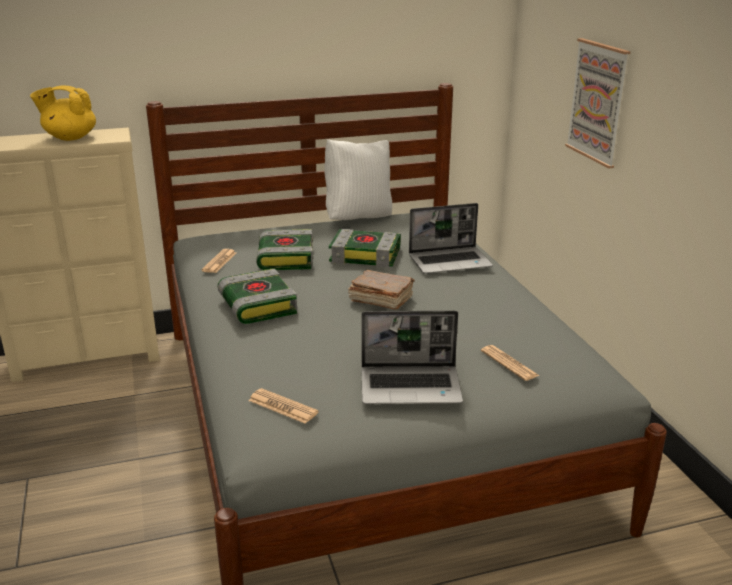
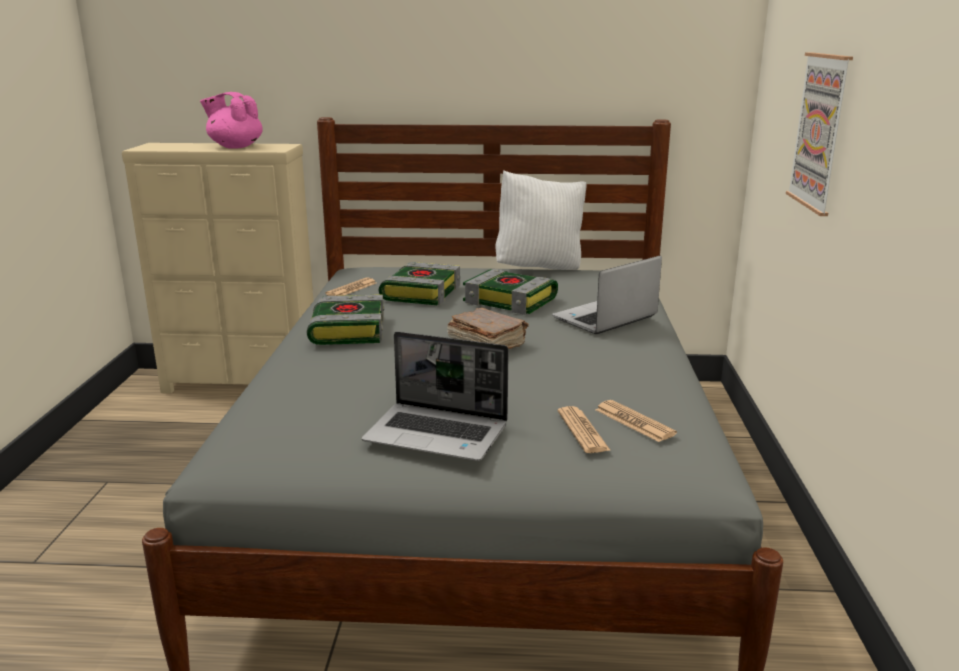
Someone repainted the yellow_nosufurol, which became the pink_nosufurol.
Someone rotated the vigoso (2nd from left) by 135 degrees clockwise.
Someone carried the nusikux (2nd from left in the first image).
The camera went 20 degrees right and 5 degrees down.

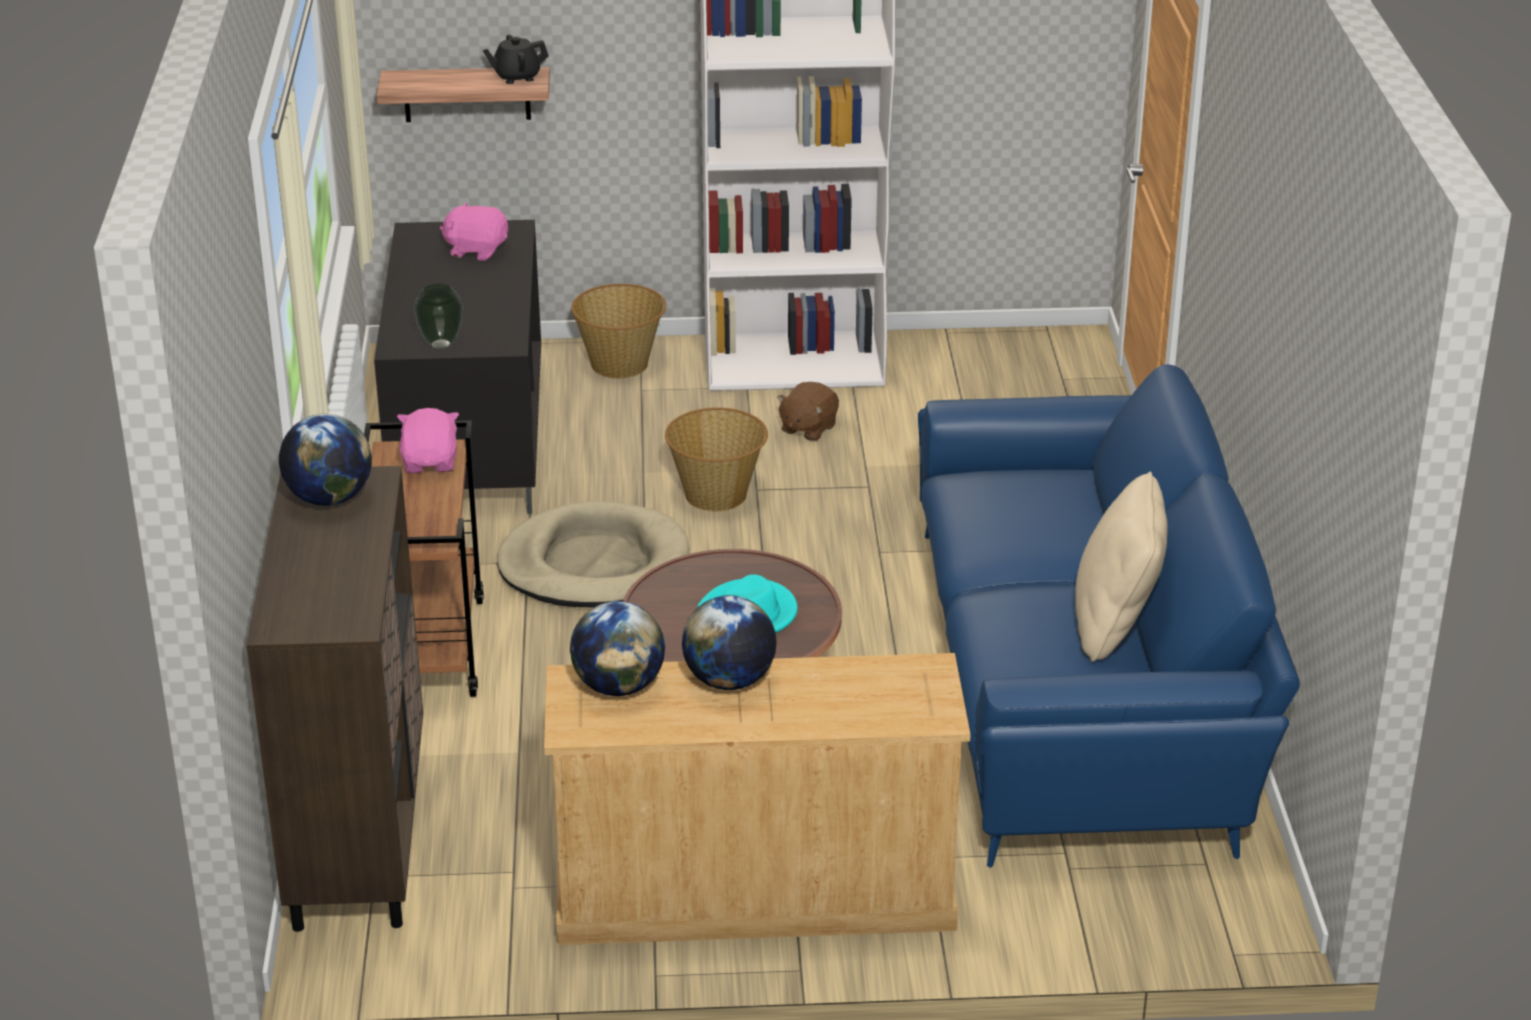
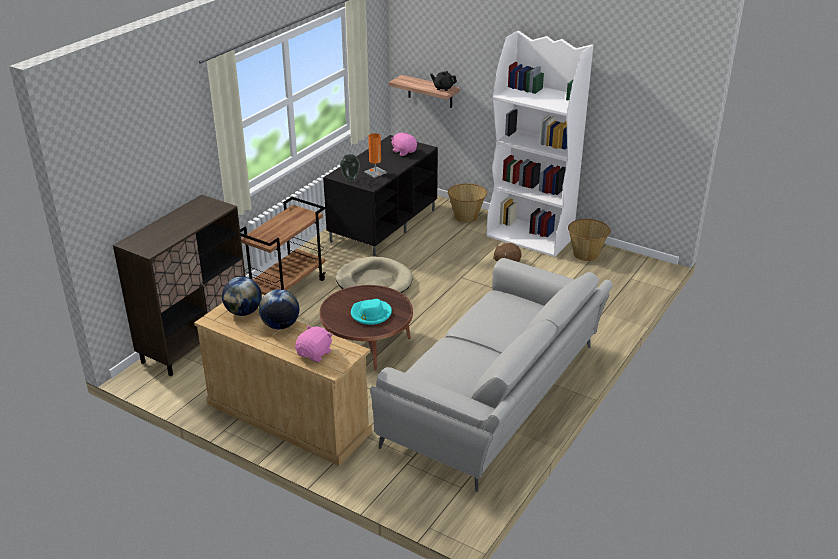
Someone repainted the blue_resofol, which became the grey_resofol.
Someone carried the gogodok (2nd from left).
Someone carried the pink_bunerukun (1st from left).
Someone took away the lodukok (1st from left).
Someone took away the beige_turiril.
Someone put down the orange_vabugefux.
The camera went 35 degrees right and 0 degrees up.

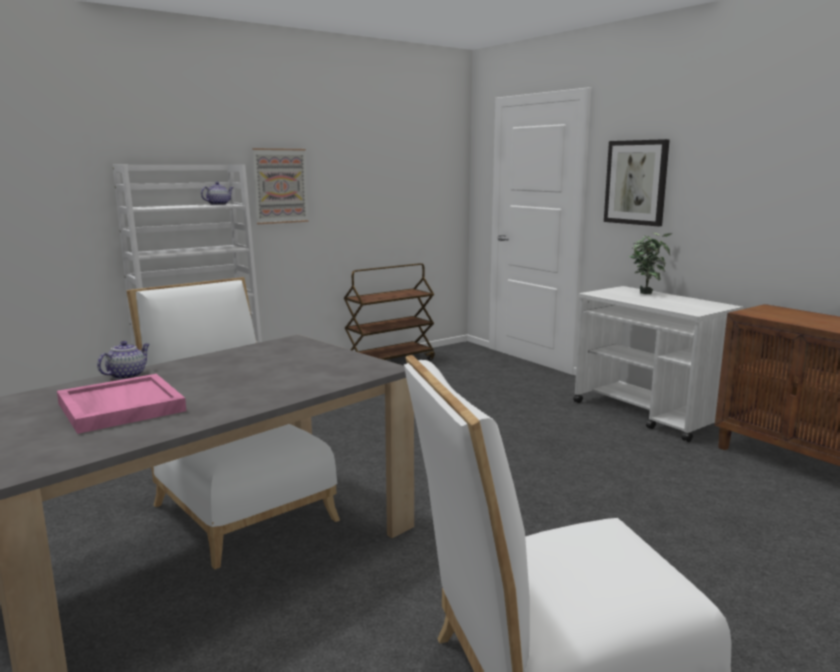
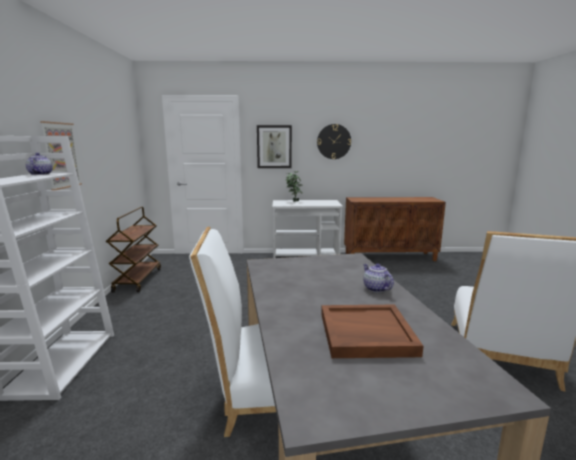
Someone carried the nosufurol (1st from left in the first image).
Someone repainted the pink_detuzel, which became the brown_detuzel.
Someone put up the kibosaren.
The camera went 55 degrees left and 0 degrees up.

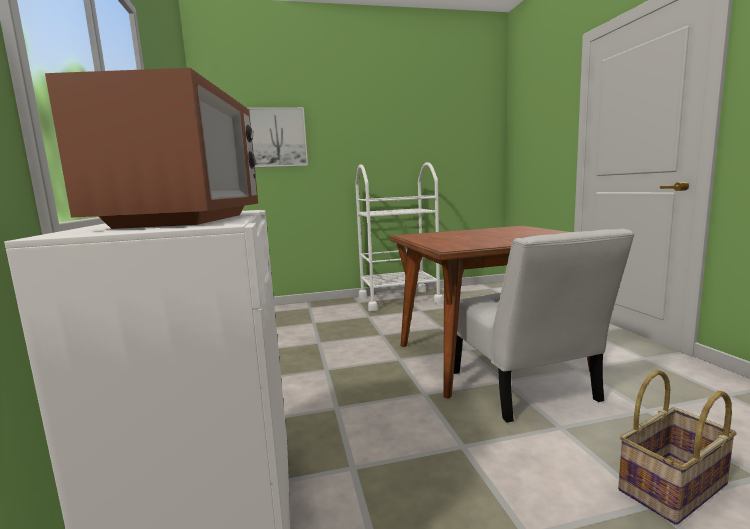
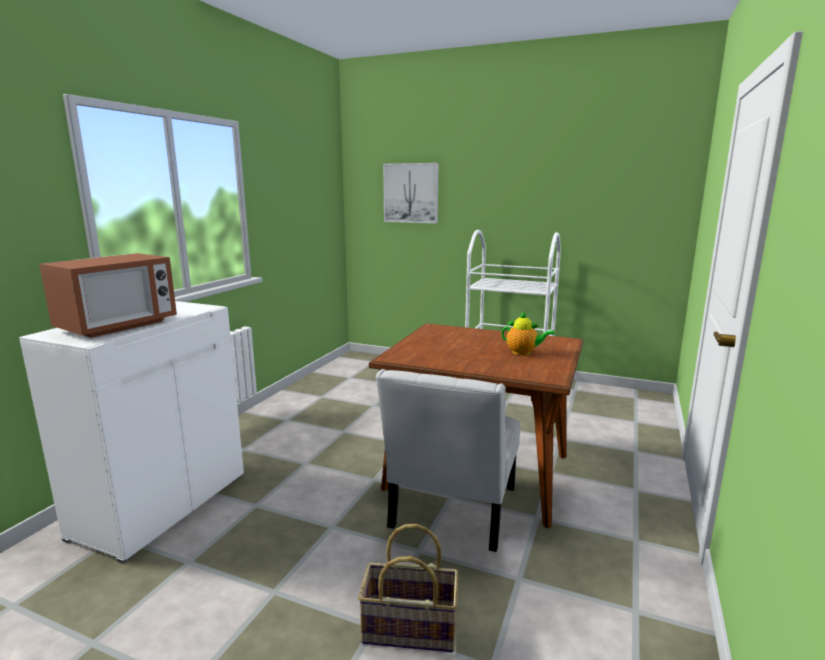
Someone put down the nosufurol.
The camera went 35 degrees right and 5 degrees up.

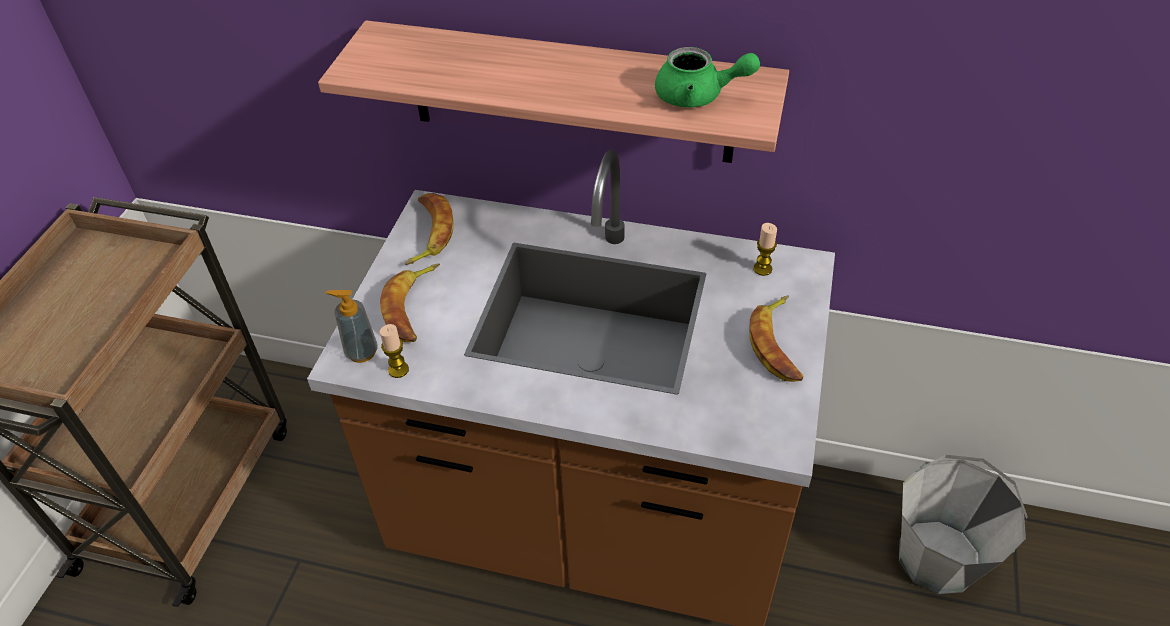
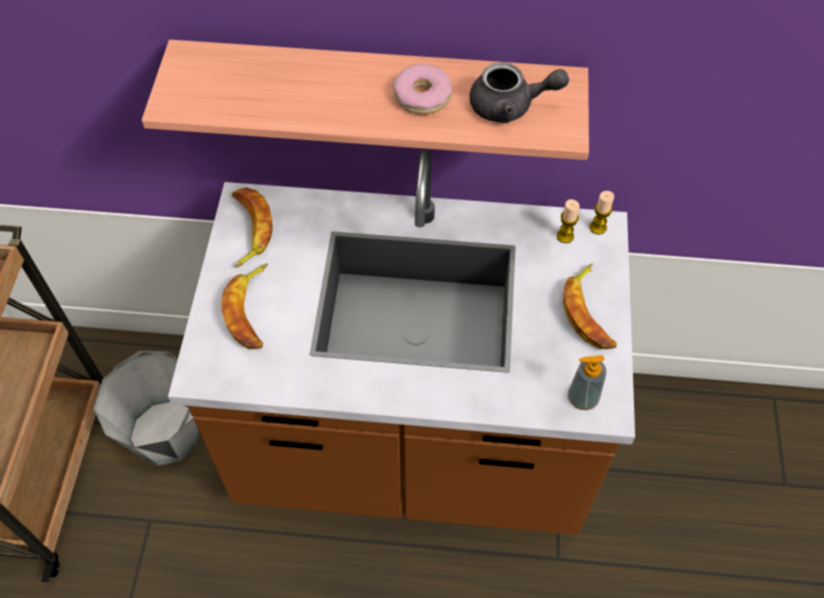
Someone repainted the green_nosufurol, which became the grey_nosufurol.
Someone carried the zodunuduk.
Someone carried the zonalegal (1st from left in the first image).
Someone carried the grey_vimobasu.
Someone put down the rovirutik.
The camera went 10 degrees left and 10 degrees up.

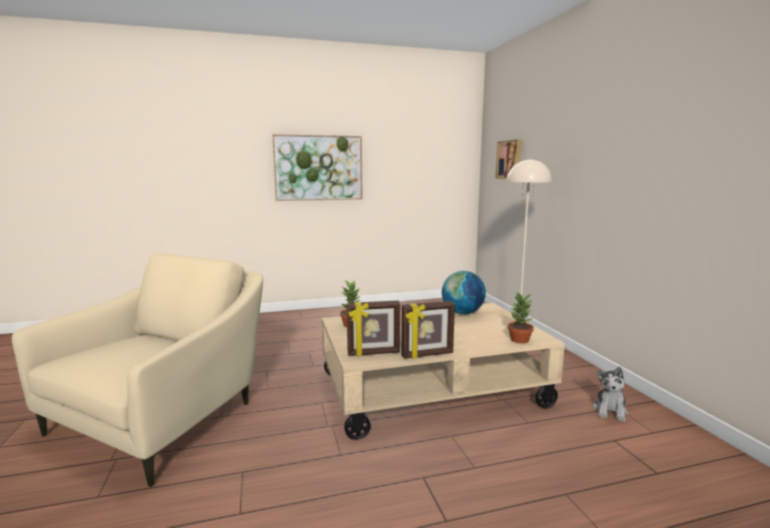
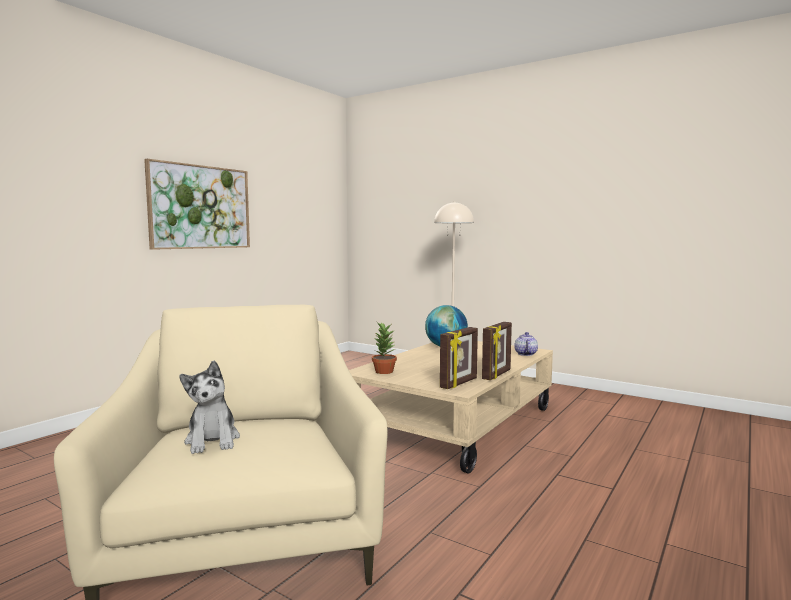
Someone took away the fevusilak (2nd from left).
Someone swapped the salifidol (2nd from left) for the nosufurol.
Someone carried the bunerukun.
The camera went 40 degrees left and 5 degrees down.

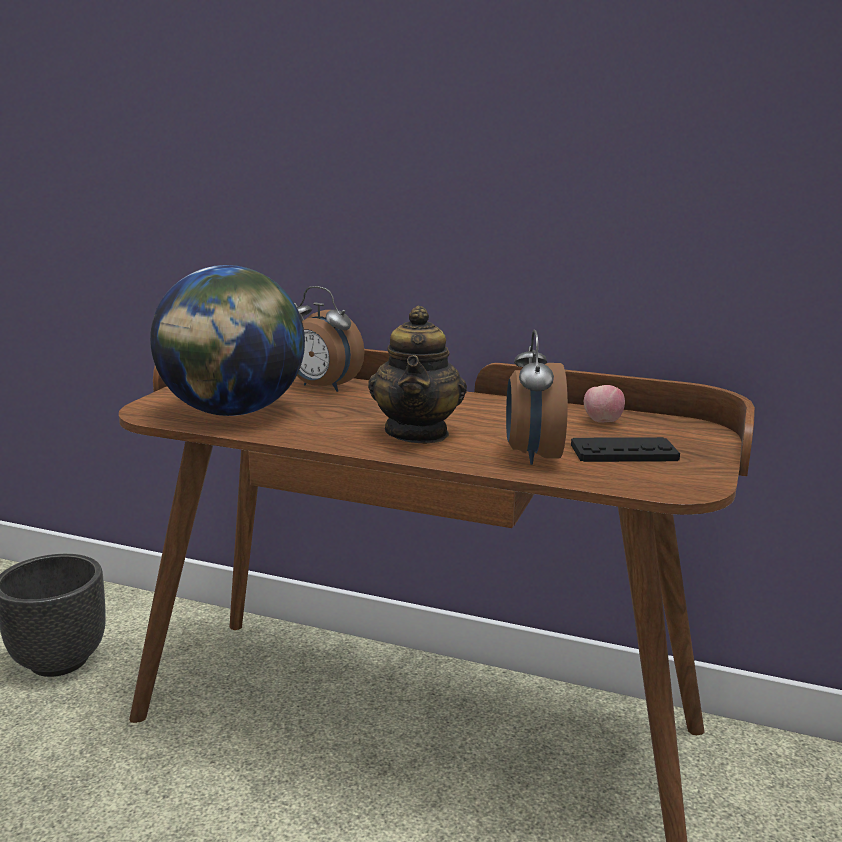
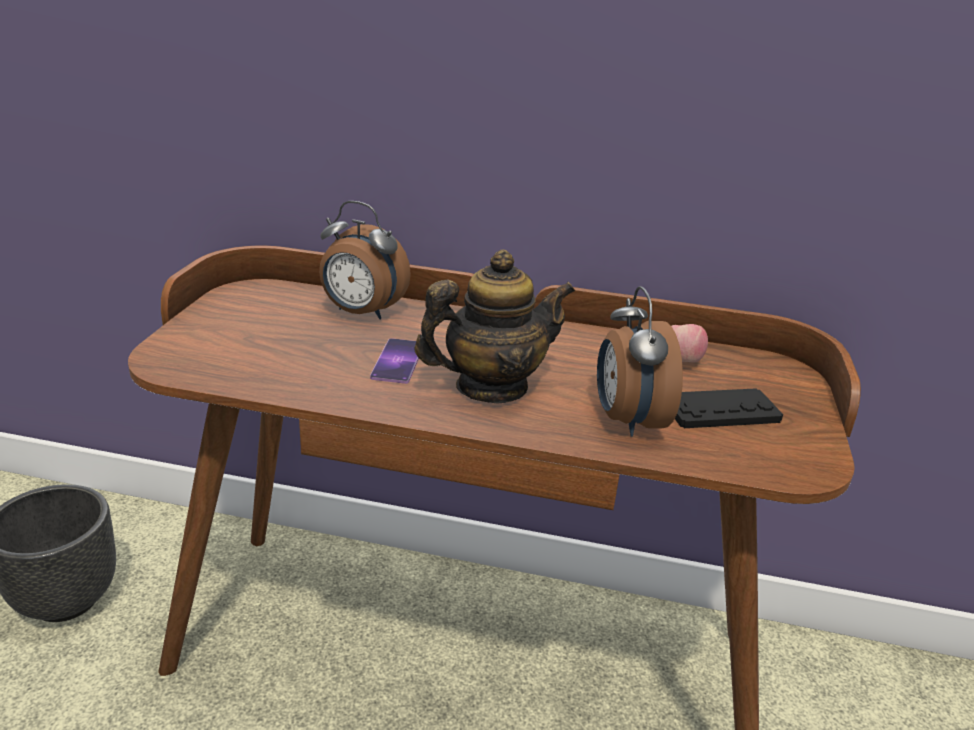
Someone took away the lodukok.
Someone rotated the nosufurol by 105 degrees counterclockwise.
Someone put down the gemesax.
The camera went 10 degrees left and 10 degrees up.

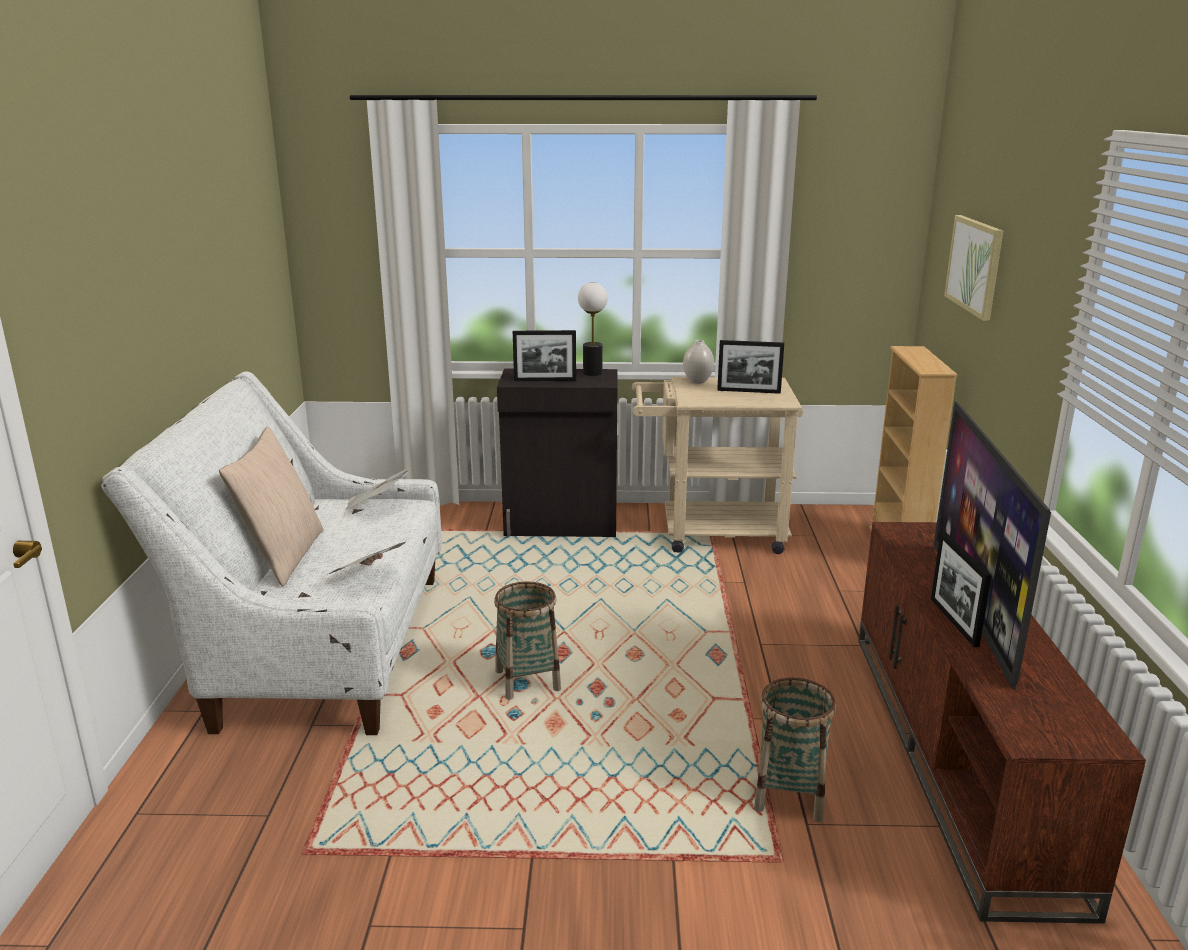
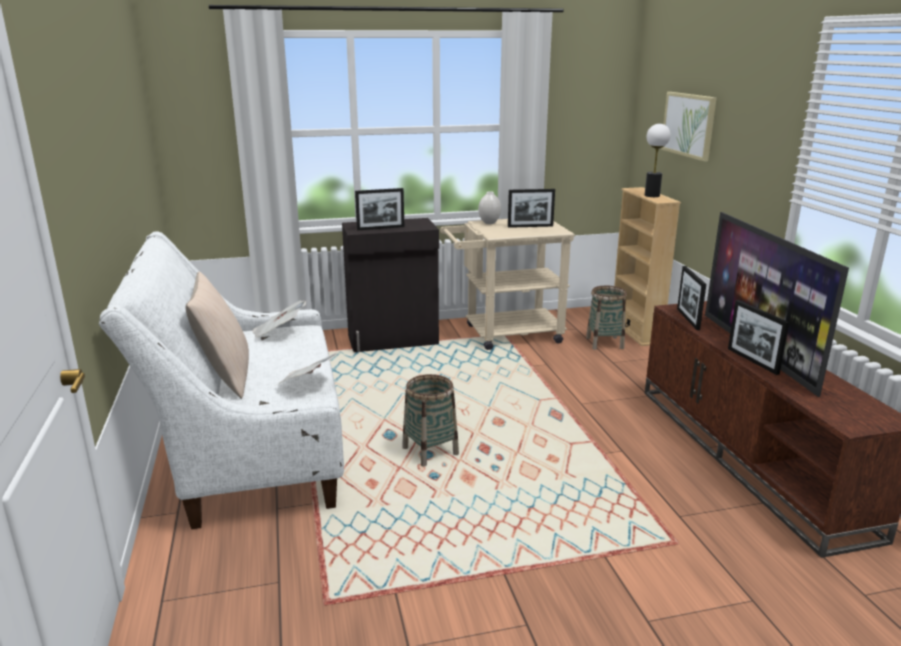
Someone carried the vabugefux.
Someone carried the gogodok (2nd from left).
Someone put down the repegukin (3rd from left).
The camera went 15 degrees left and 0 degrees up.

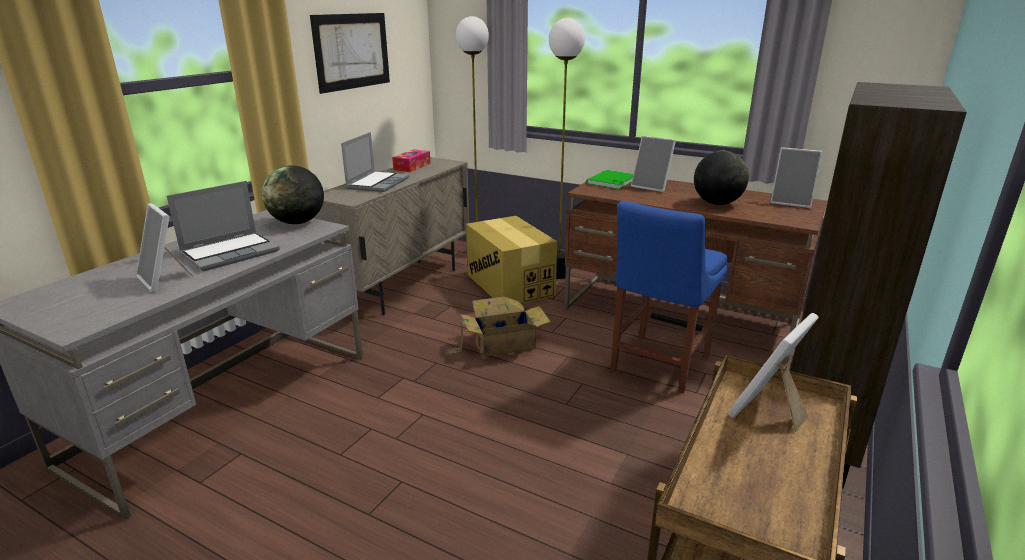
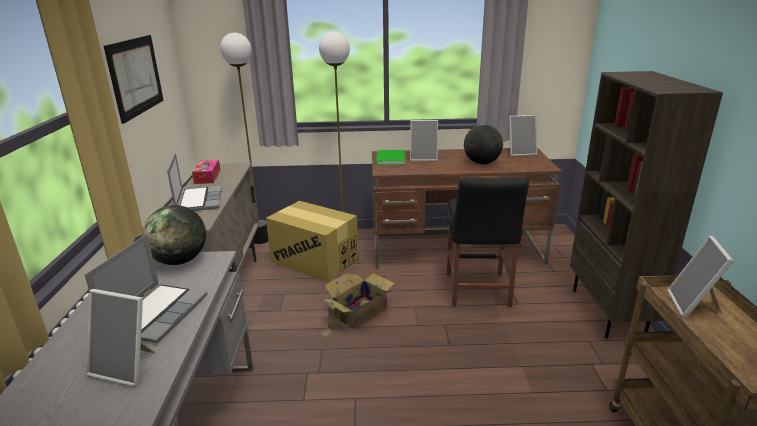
Someone repainted the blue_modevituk, which became the black_modevituk.
The camera went 30 degrees left and 0 degrees up.

